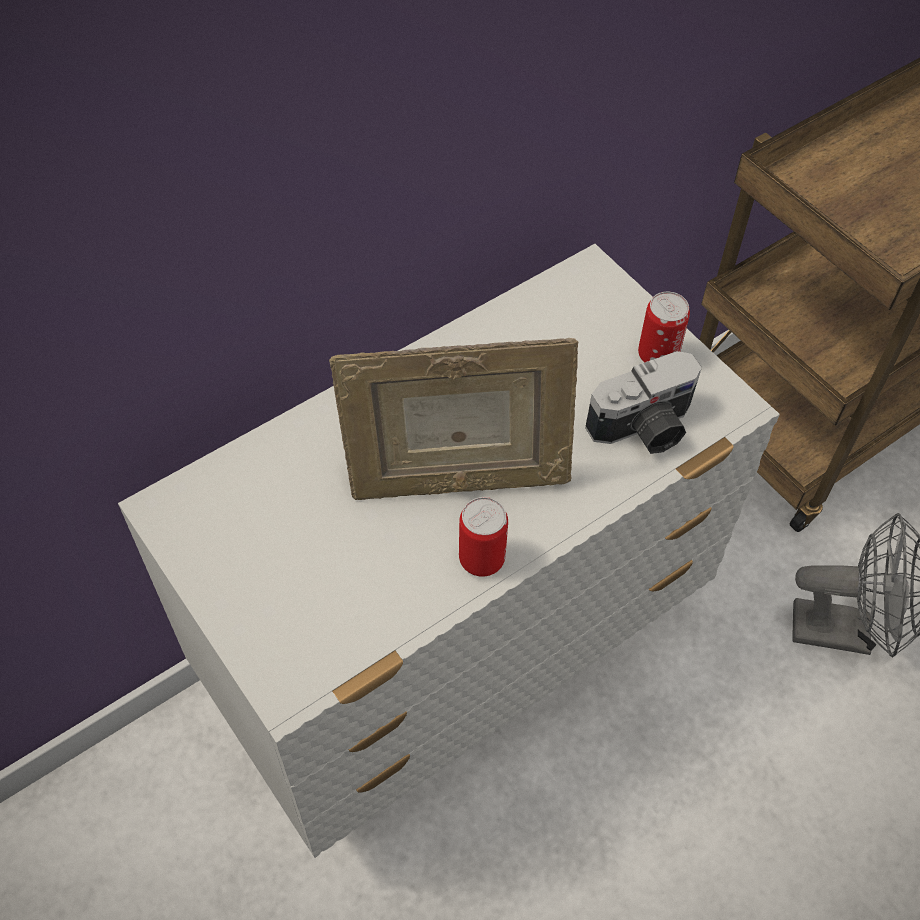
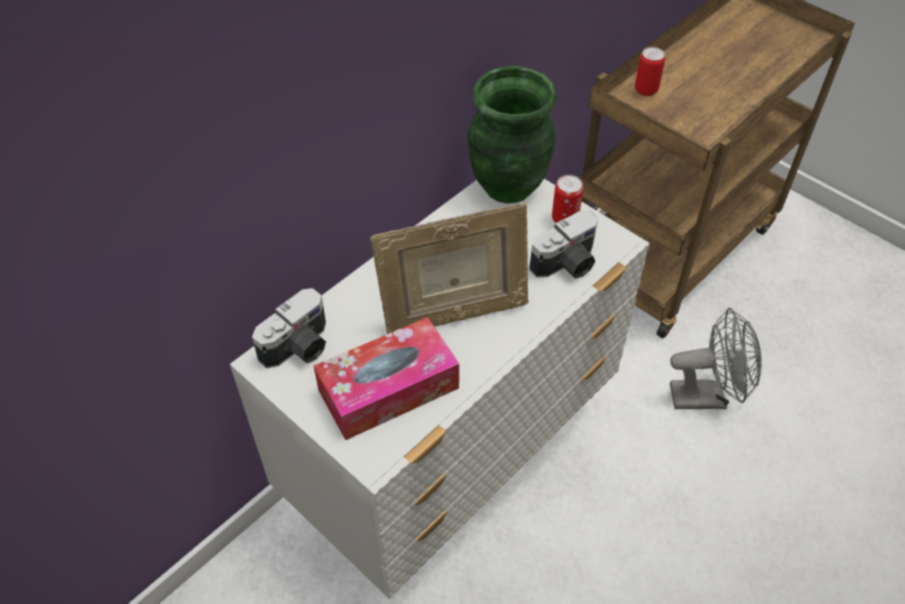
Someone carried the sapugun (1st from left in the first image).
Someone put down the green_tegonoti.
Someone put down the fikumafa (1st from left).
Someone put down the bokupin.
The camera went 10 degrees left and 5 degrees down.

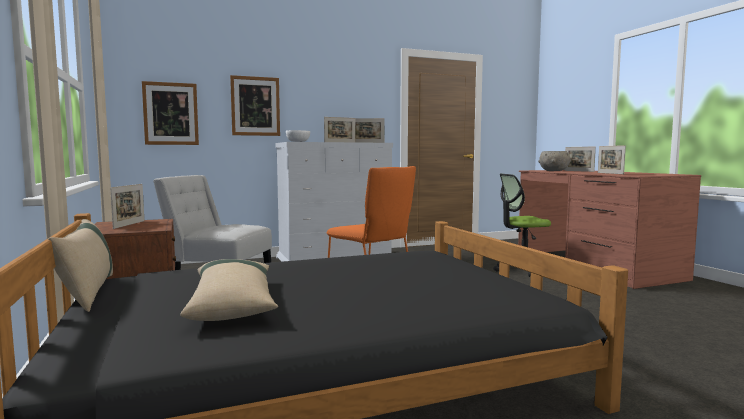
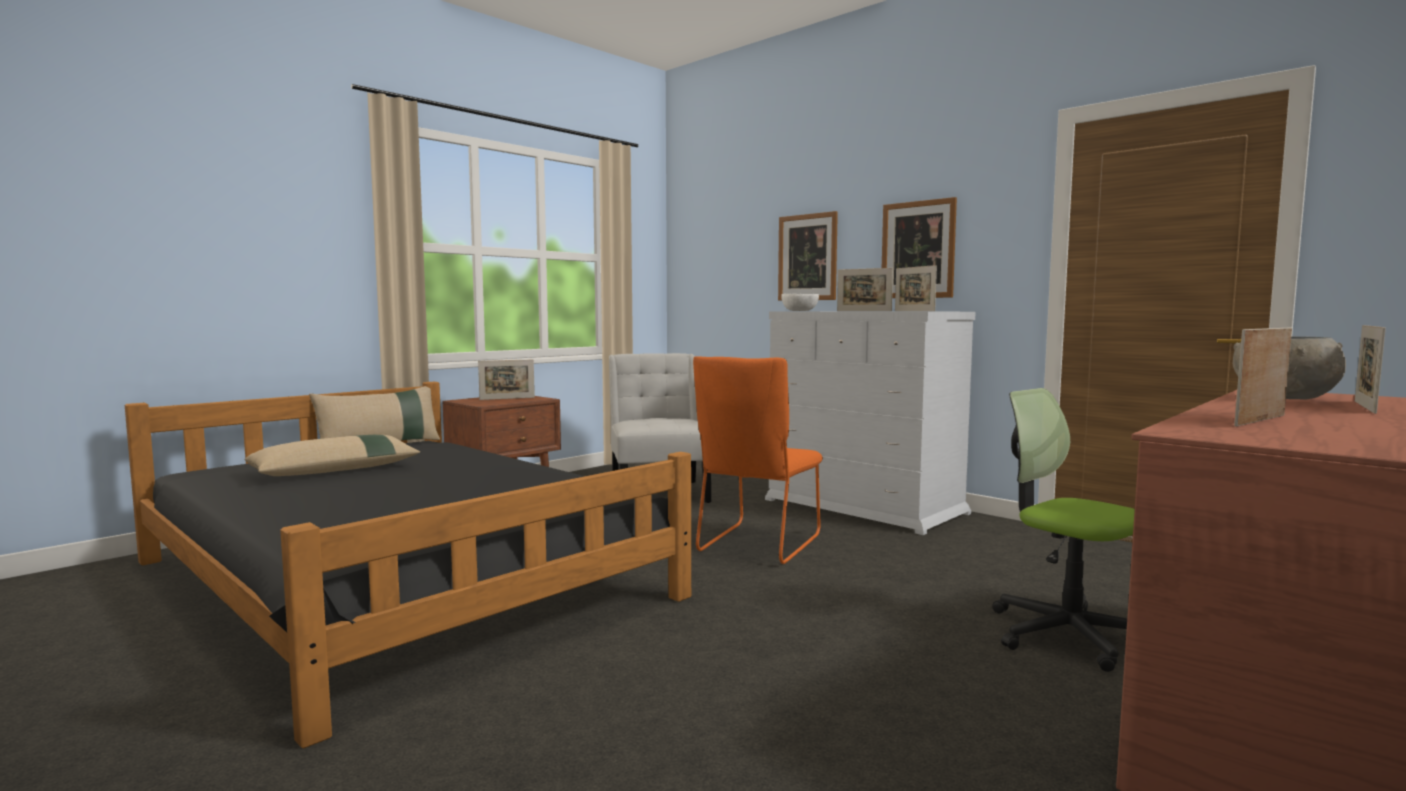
Someone carried the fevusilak (1st from left in the first image).
The camera went 65 degrees right and 0 degrees up.

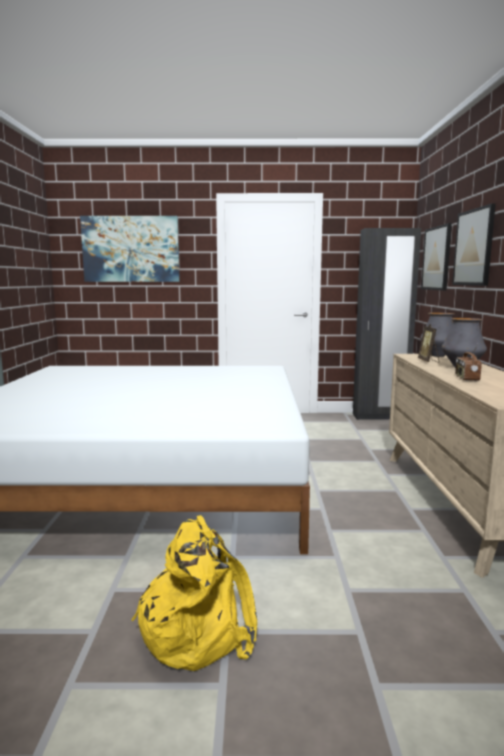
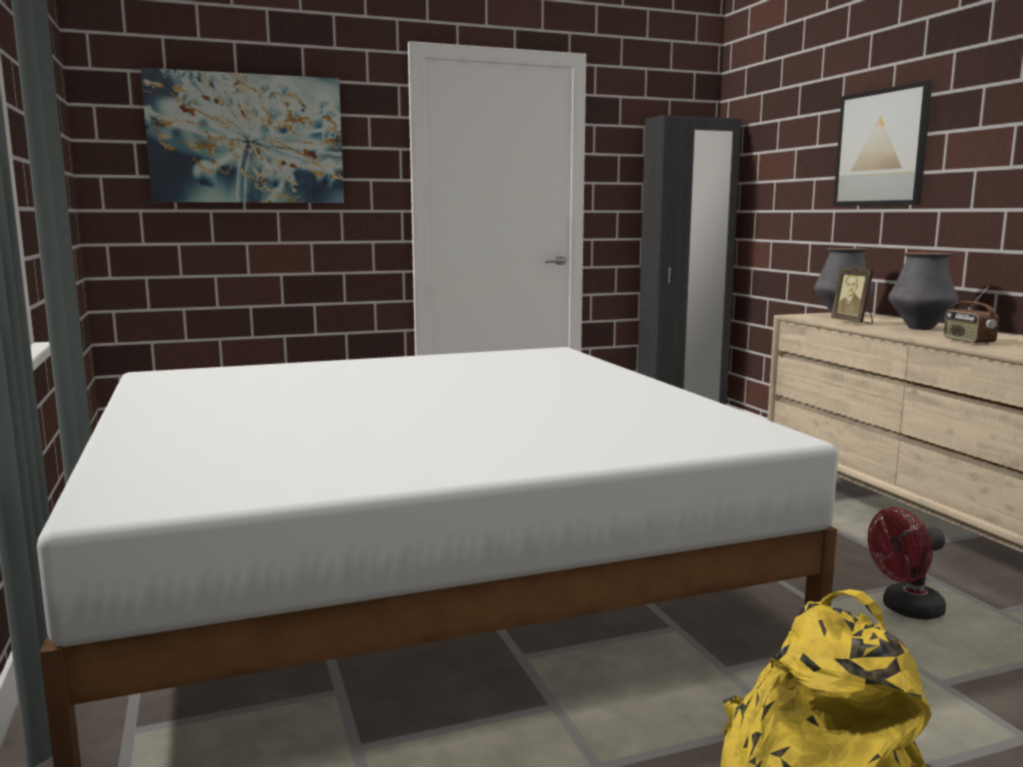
Someone took away the fevusilak (2nd from left).
Someone put down the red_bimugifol.
The camera went 20 degrees left and 0 degrees up.

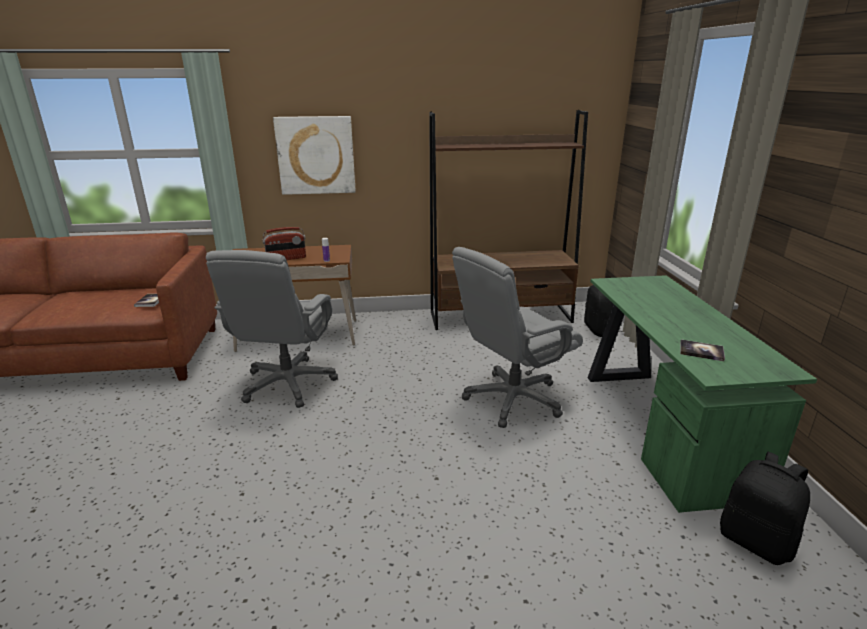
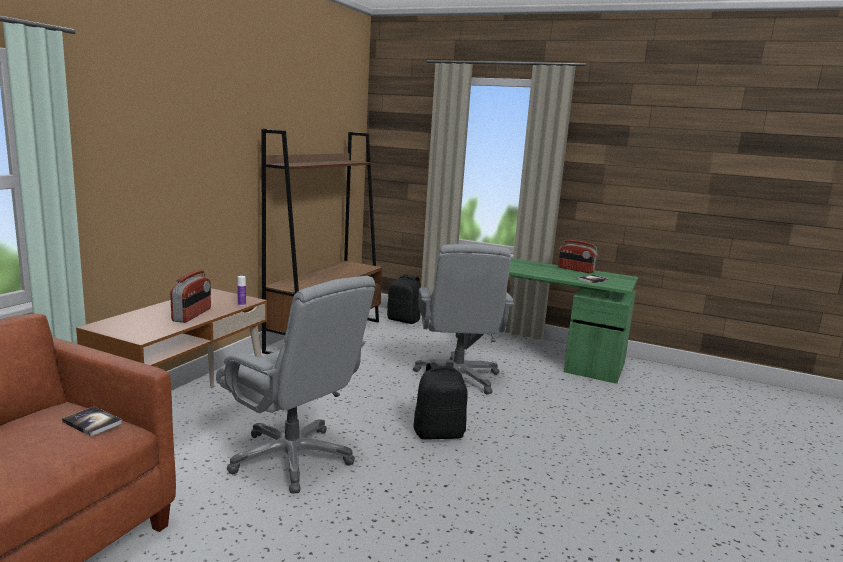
Someone took away the fevusilak.
Someone carried the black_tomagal (2nd from left).
Someone put down the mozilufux (2nd from left).
The camera went 60 degrees left and 10 degrees down.

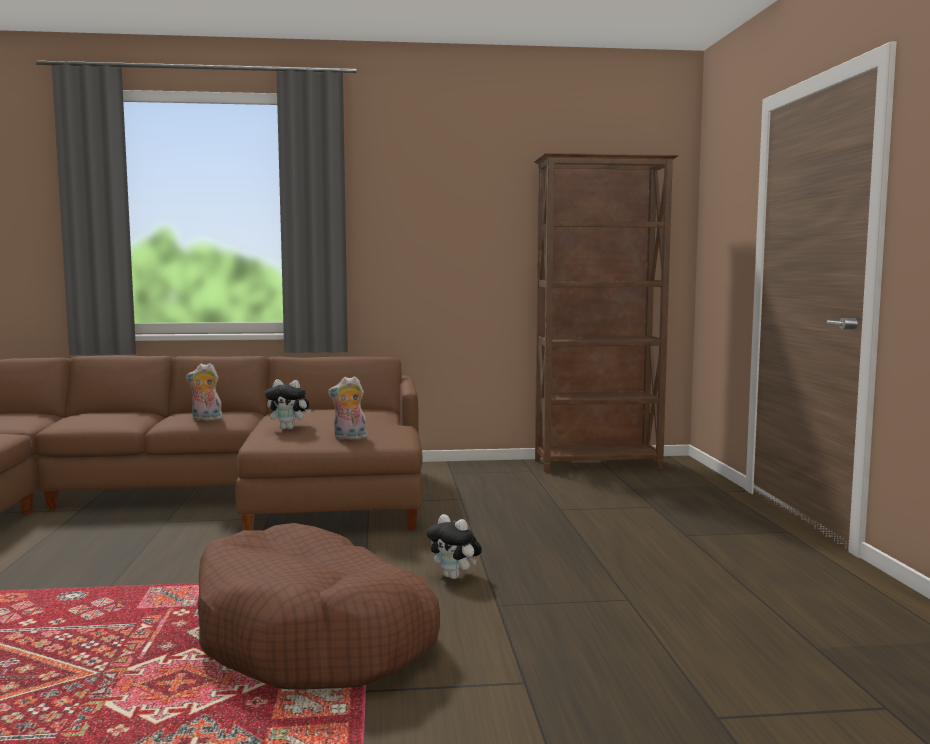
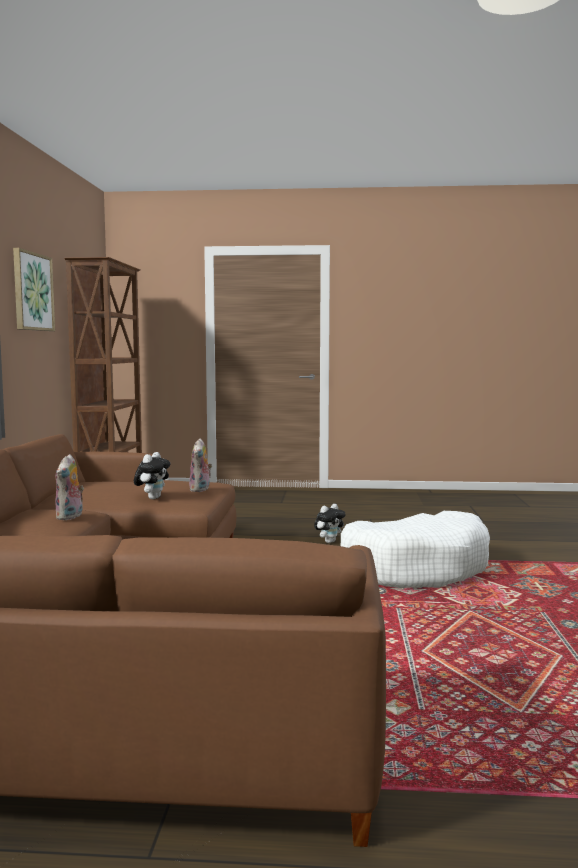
Someone repainted the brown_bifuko, which became the white_bifuko.
Someone put up the fevusilak.
The camera went 80 degrees left and 0 degrees up.

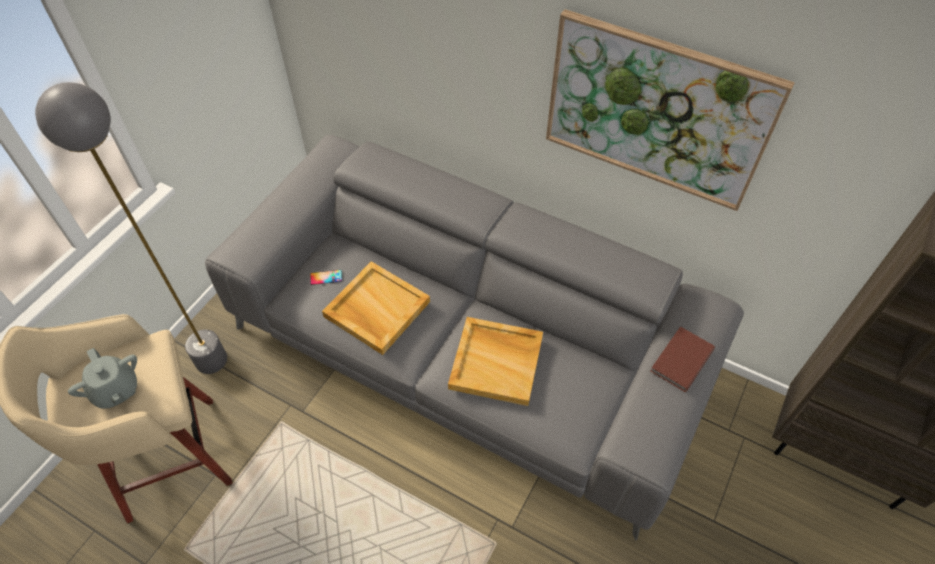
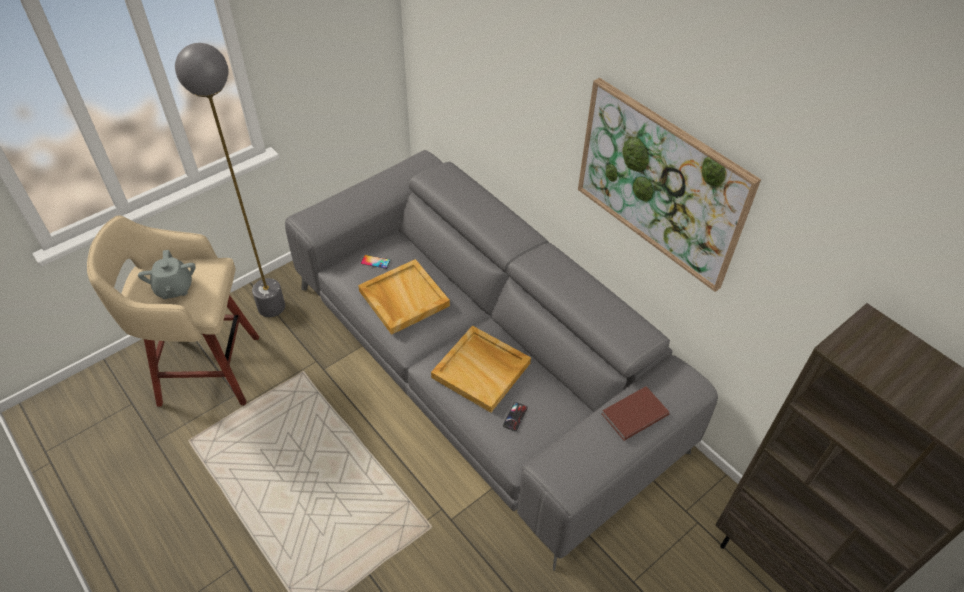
Someone put down the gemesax (2nd from left).
The camera went 20 degrees right and 5 degrees down.

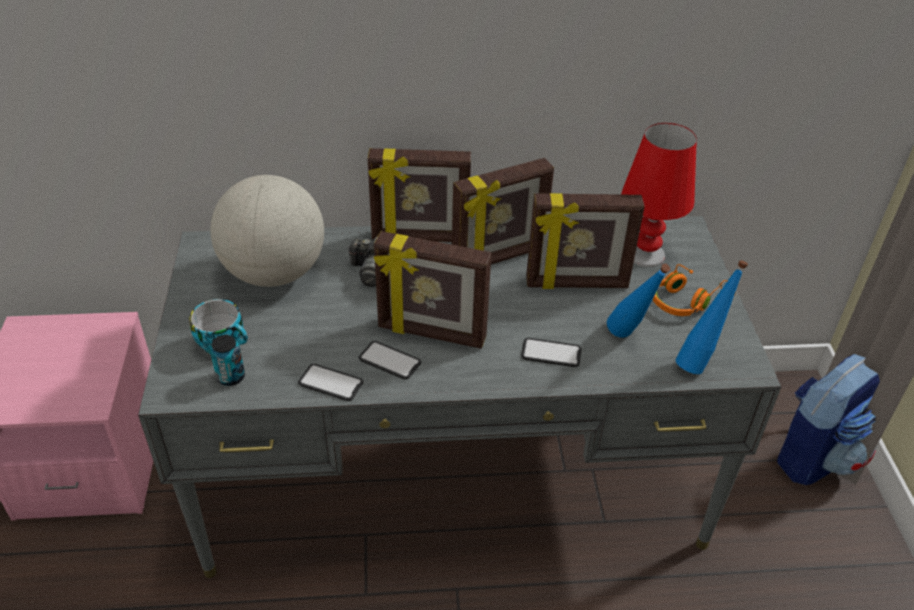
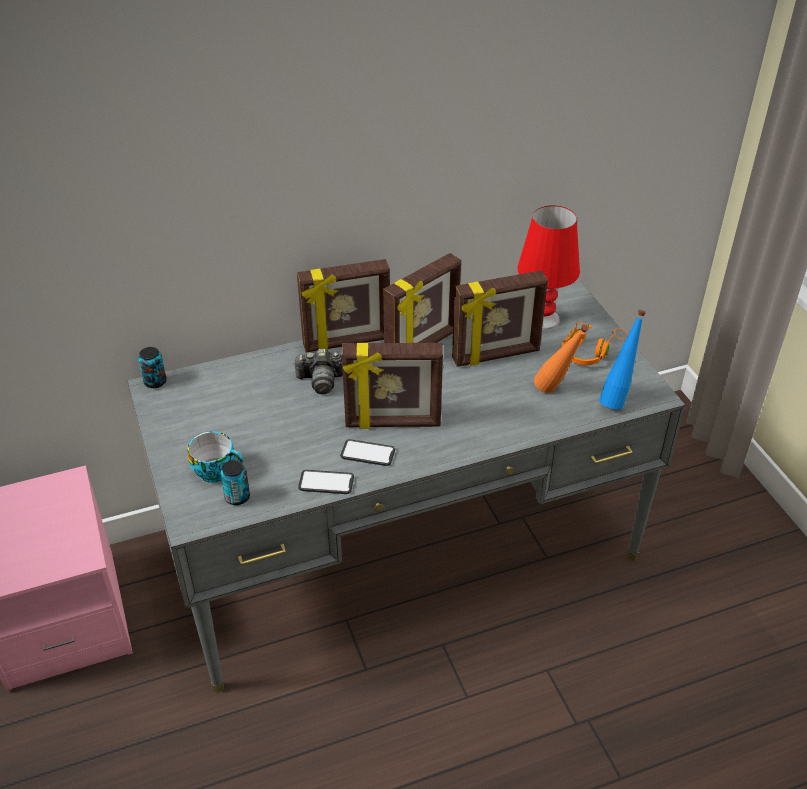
Someone took away the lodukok.
Someone repainted the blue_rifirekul (1st from left), which became the orange_rifirekul.
Someone took away the gemesax (3rd from left).
Someone took away the tomagal.
Someone put down the sapugun (1st from left).
The camera went 15 degrees left and 0 degrees up.

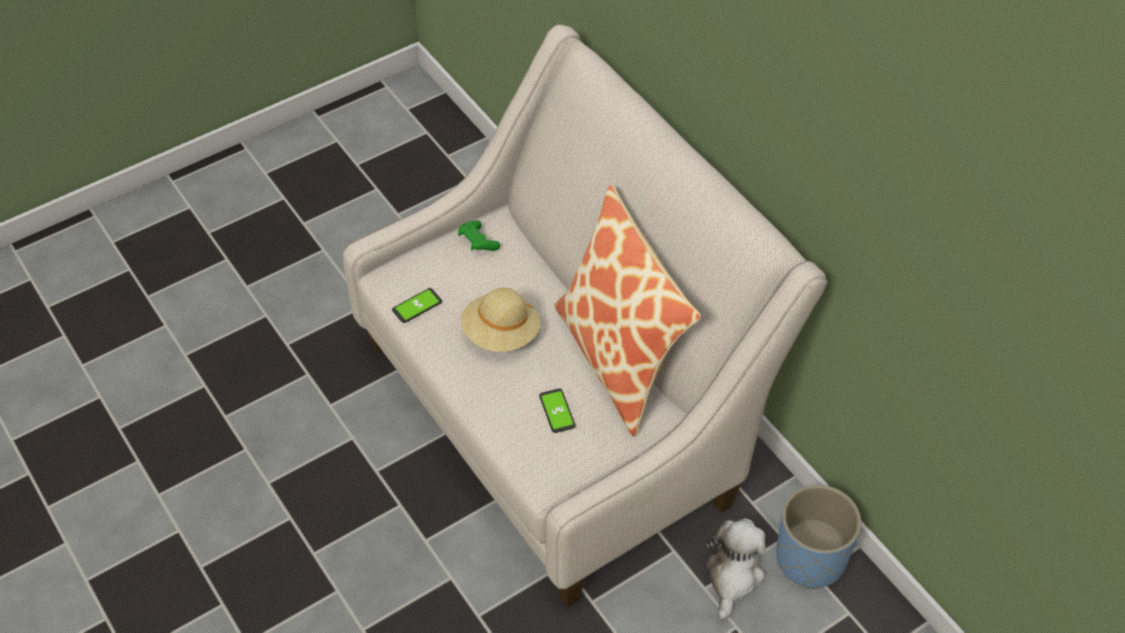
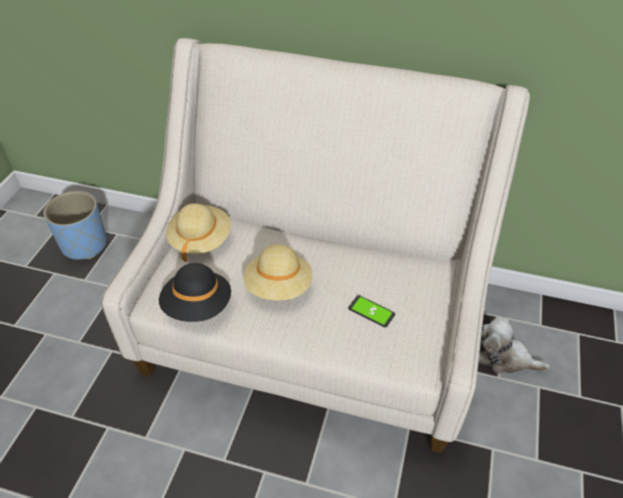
Someone took away the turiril.
Someone swapped the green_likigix for the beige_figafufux (1st from left).
Someone swapped the gemesax (1st from left) for the black_figafufux.
Someone carried the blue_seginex.
Someone rotated the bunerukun by 45 degrees counterclockwise.
The camera went 40 degrees left and 5 degrees down.

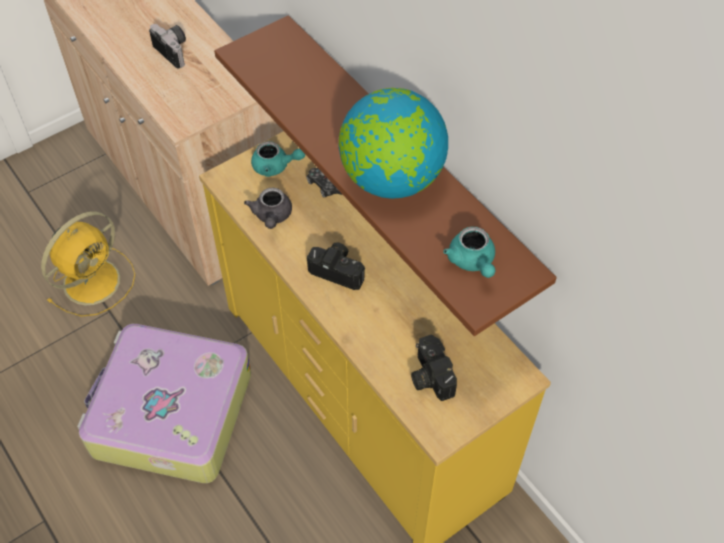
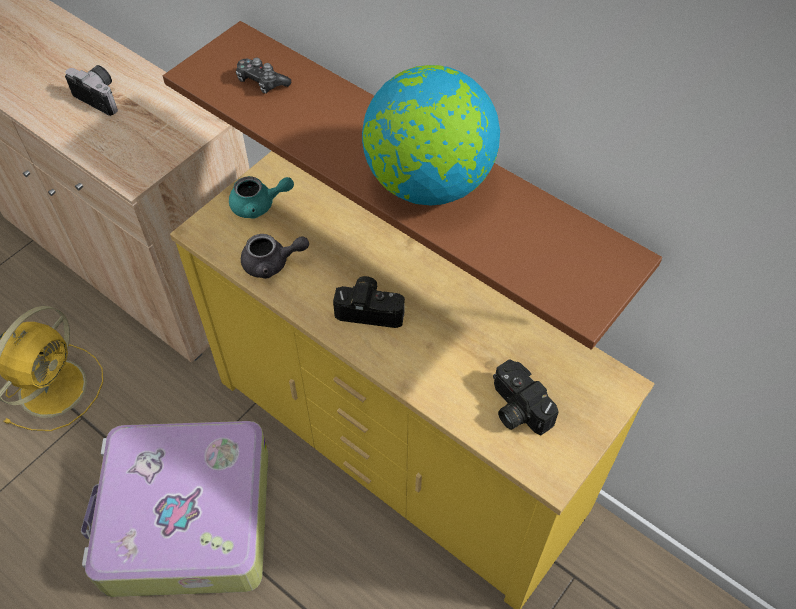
Someone carried the likigix.
Someone rotated the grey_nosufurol by 75 degrees counterclockwise.
Someone took away the turquoise_nosufurol (2nd from left).
The camera went 15 degrees left and 0 degrees up.

